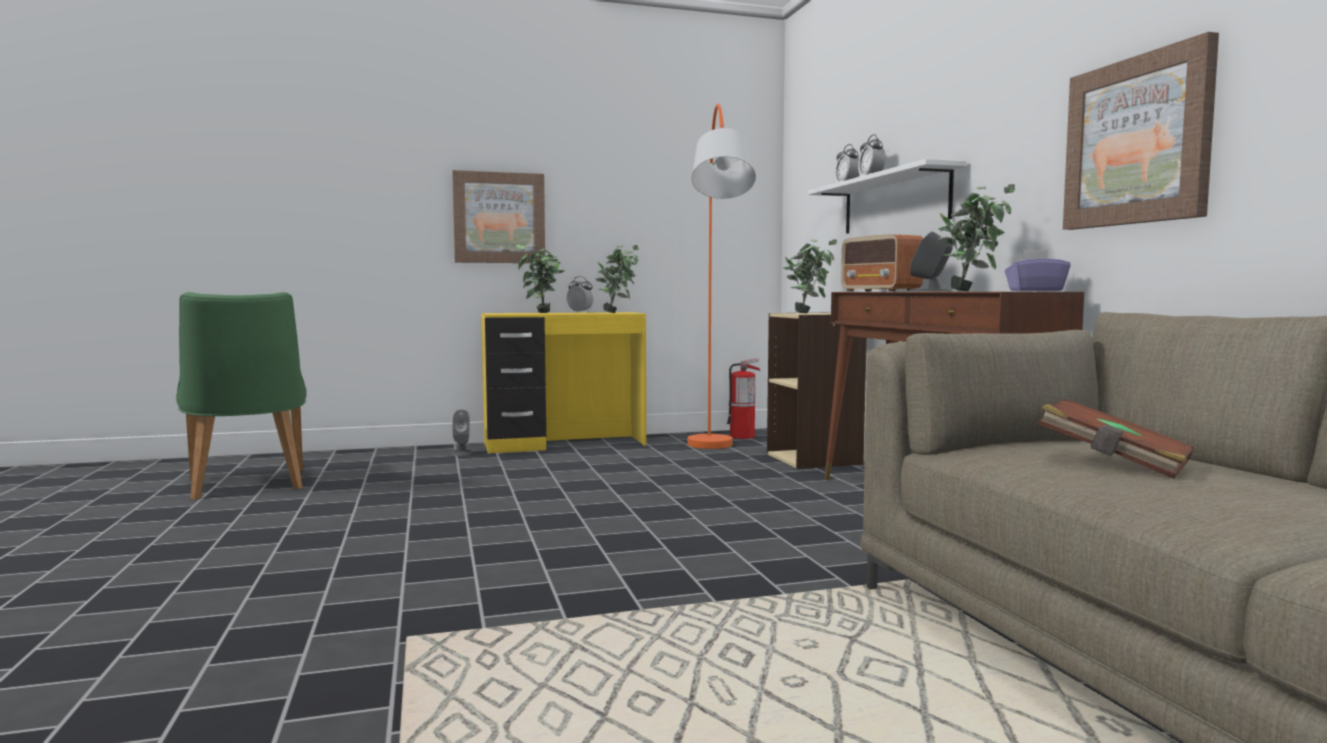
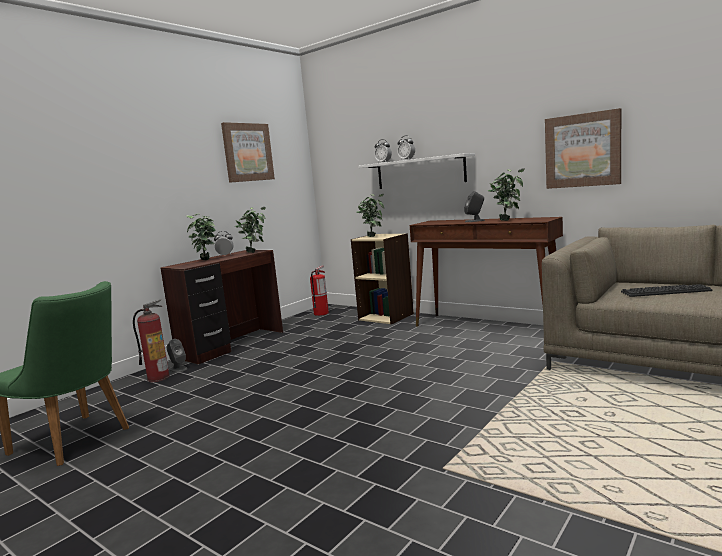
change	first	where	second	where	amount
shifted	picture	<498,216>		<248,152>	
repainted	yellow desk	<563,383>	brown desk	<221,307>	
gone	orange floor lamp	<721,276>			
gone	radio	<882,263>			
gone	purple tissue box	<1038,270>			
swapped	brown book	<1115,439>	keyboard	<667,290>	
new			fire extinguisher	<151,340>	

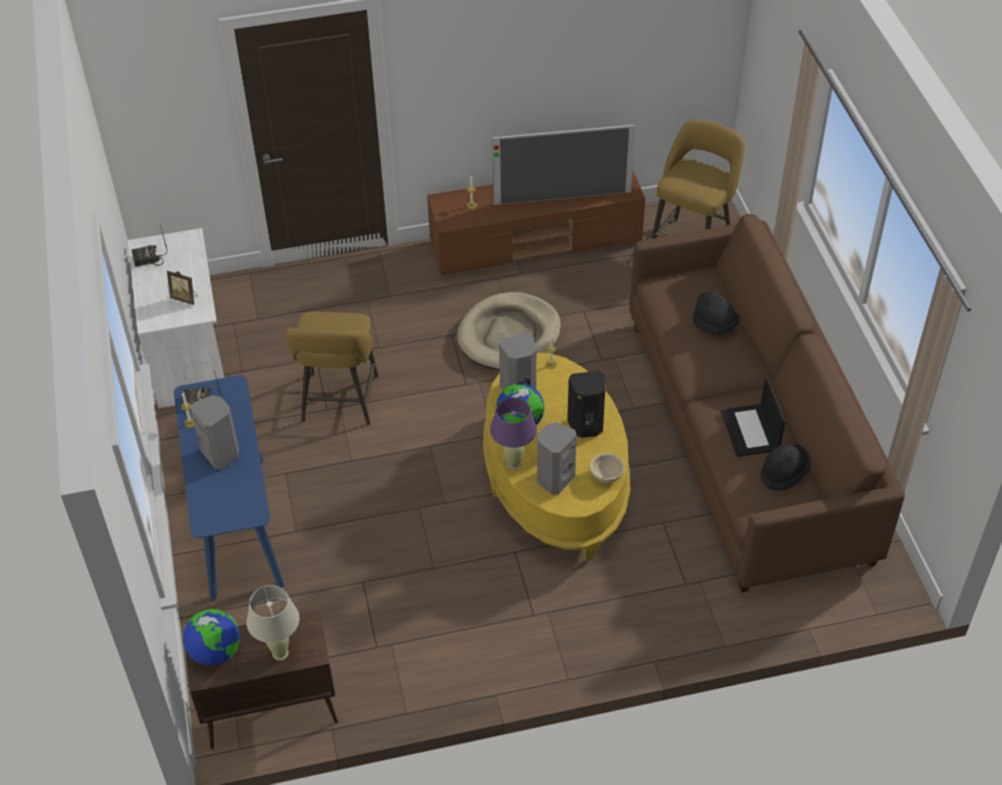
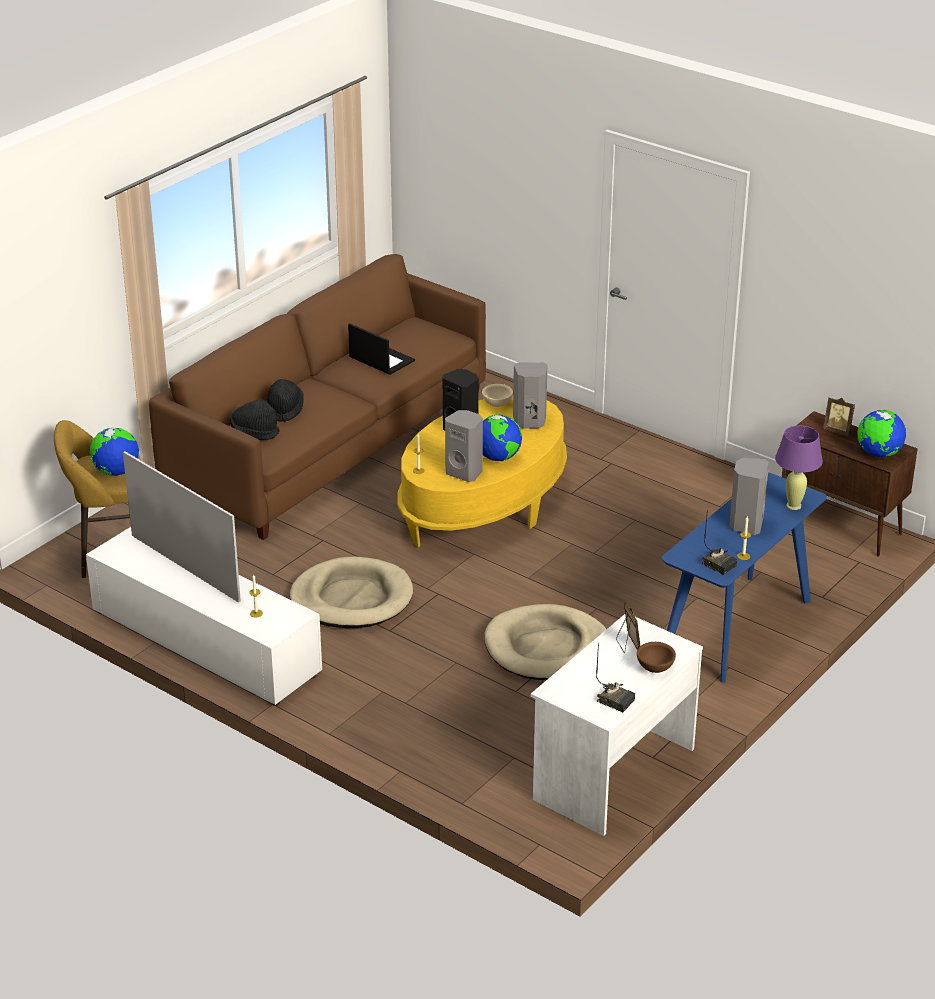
change	first	where	second	where	amount
swapped	beige table lamp	<273,623>	picture frame	<839,417>	
swapped	yellow stool	<331,368>	beige dog bed	<545,642>	
repainted	brown tv stand	<536,223>	white tv stand	<204,616>	
shifted	purple table lamp	<513,433>		<799,467>	
rotated	laptop	<753,417>		<381,349>	90 degrees counterclockwise
shifted	black hat	<786,467>		<254,419>	
new			globe	<114,452>	
new			brown bowl	<656,657>	

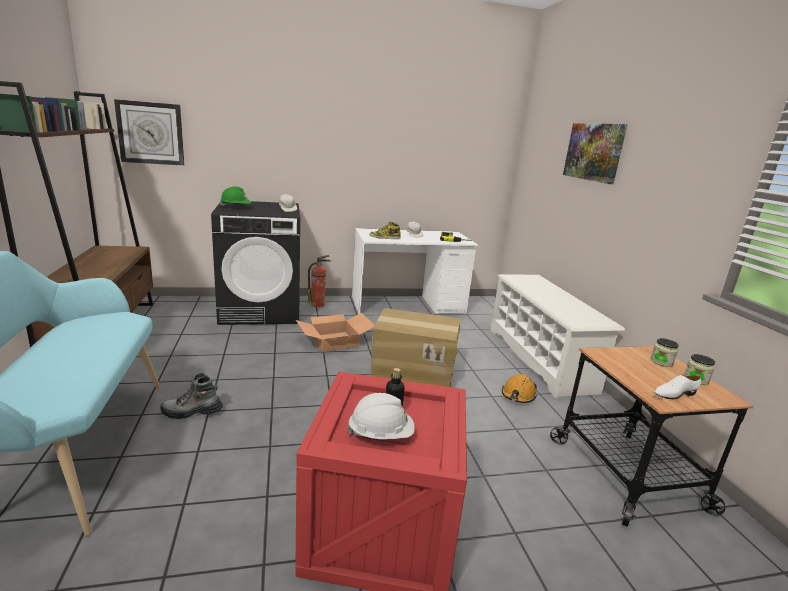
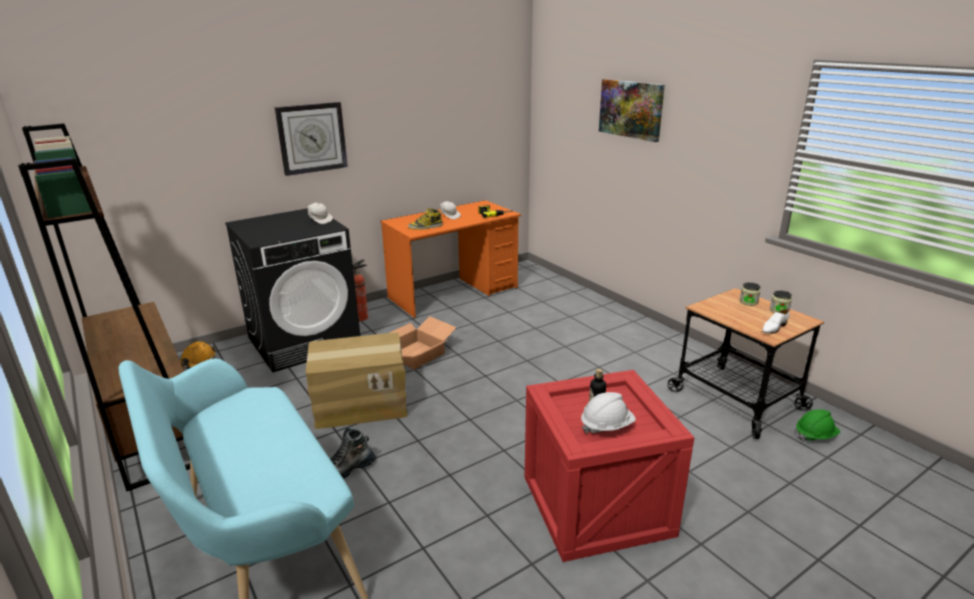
change	first	where	second	where	amount
shifted	wall clock	<149,132>		<311,139>	
shifted	green hard hat	<236,196>		<818,425>	
repainted	white desk	<415,271>	orange desk	<451,259>	
shifted	cardboard box	<415,347>		<357,380>	
gone	white shoe rack	<557,336>			
shifted	orange hard hat	<519,388>		<198,355>	

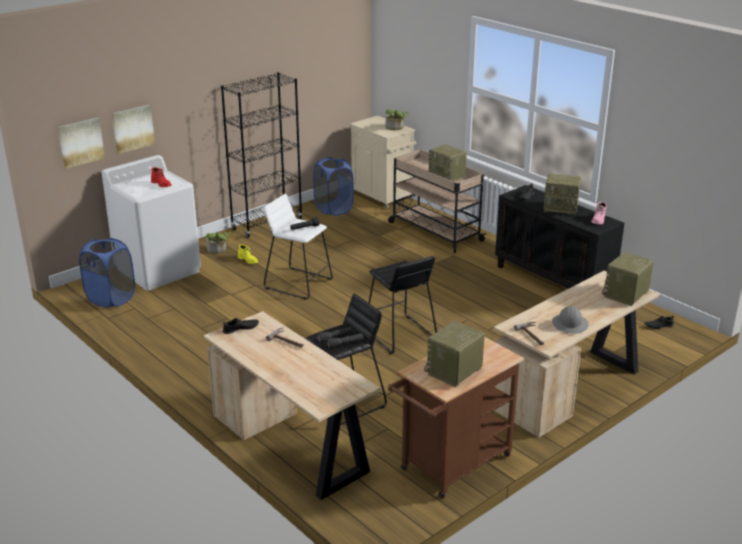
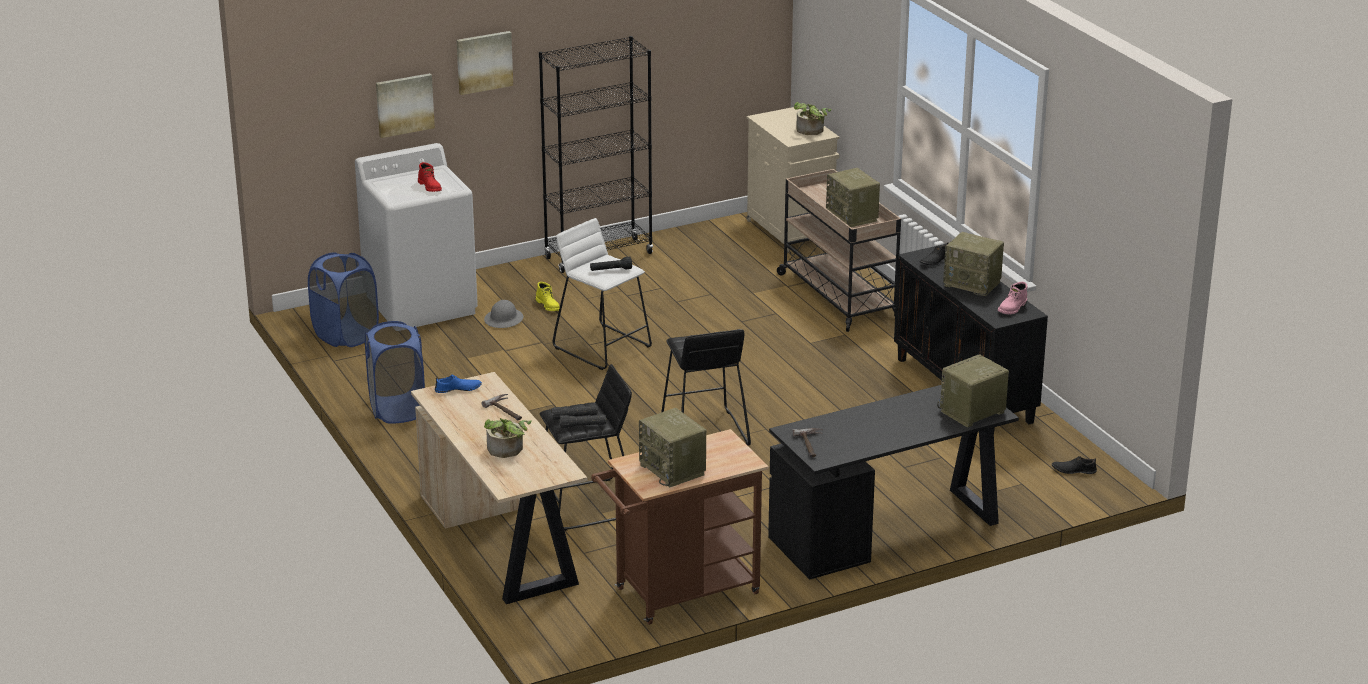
change	first	where	second	where	amount
shifted	picture	<81,143>		<484,63>	
shifted	potted plant	<218,243>		<507,438>	
repainted	black shoe	<241,326>	blue shoe	<458,384>	
shifted	blue laundry basket	<333,186>		<395,372>	
rotated	radio	<454,354>		<672,447>	90 degrees counterclockwise
repainted	beige desk	<576,354>	black desk	<893,482>	
shifted	grey hard hat	<570,320>		<504,314>	

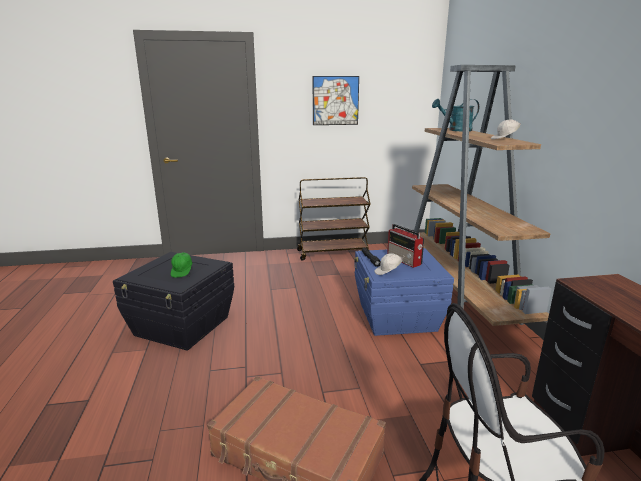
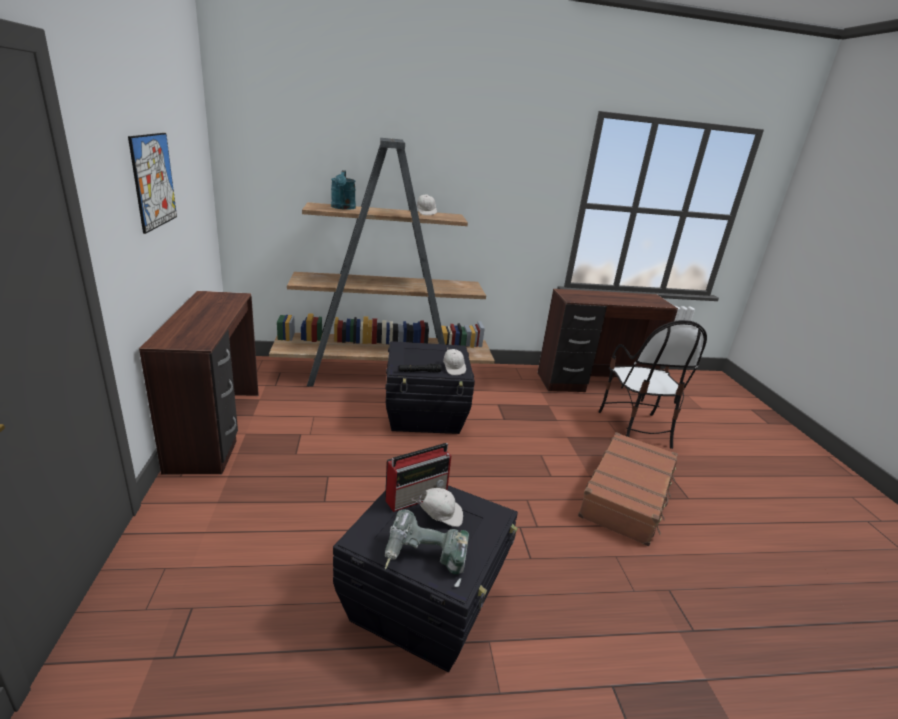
change	first	where	second	where	amount
repainted	green cap	<182,264>	white cap	<437,507>	
swapped	brown cart	<334,219>	brown desk	<199,383>	
repainted	blue storage box	<404,292>	black storage box	<430,387>	
shifted	radio	<405,246>		<418,477>	
new			power drill	<427,548>	

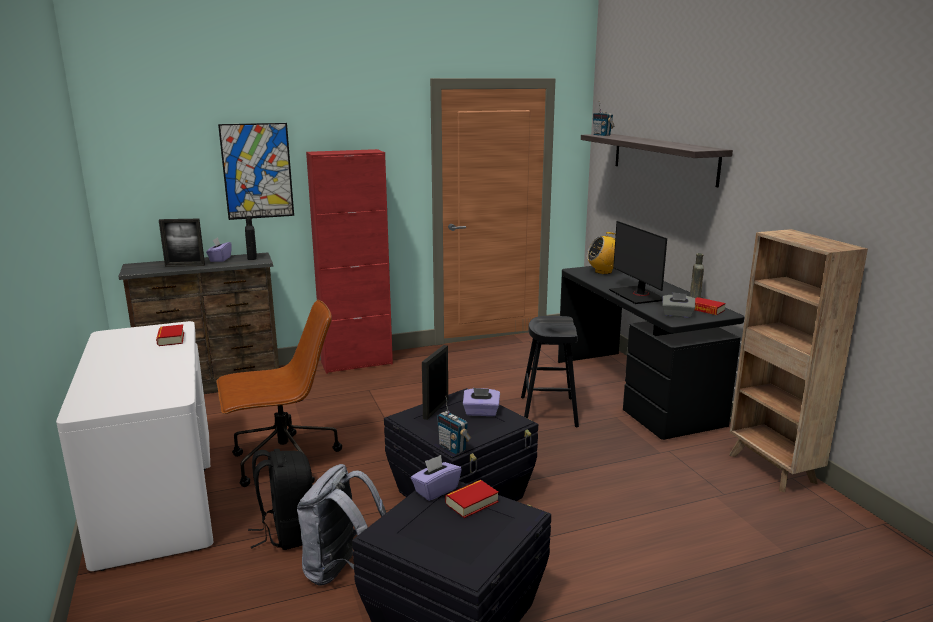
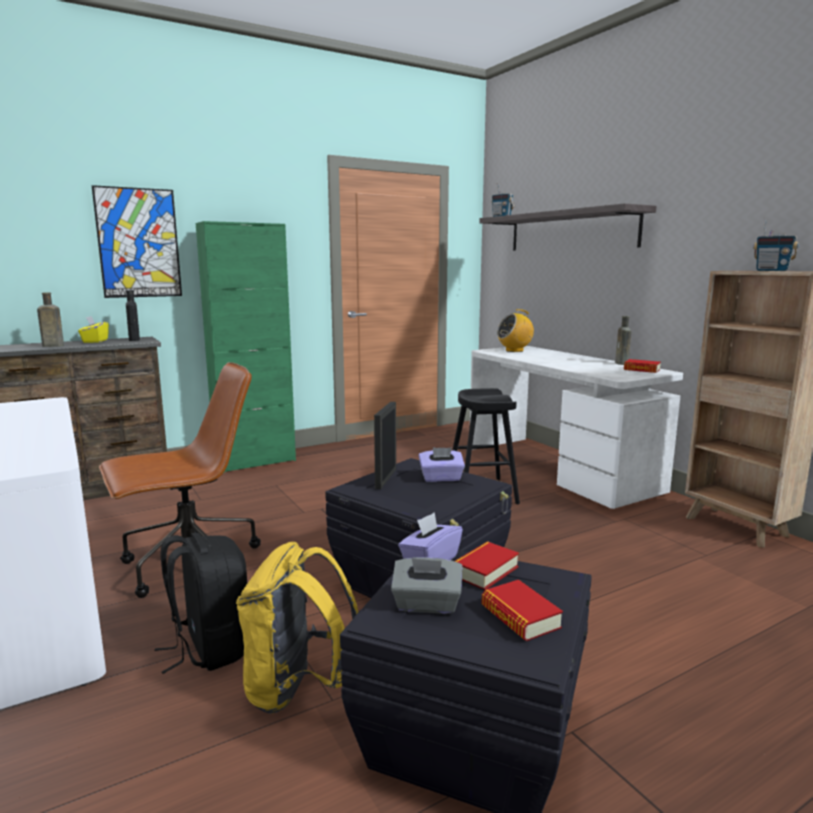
change	first	where	second	where	amount
shifted	book	<170,335>		<522,610>	
swapped	picture frame	<182,243>	brown bottle	<50,319>	
repainted	purple tissue box	<219,249>	yellow tissue box	<93,329>	
repainted	grey backpack	<341,524>	yellow backpack	<297,628>	
repainted	red cabinet	<349,261>	green cabinet	<246,346>	
shifted	radio	<454,425>		<776,244>	
repainted	black desk	<651,353>	white desk	<576,427>	
gone	monitor	<638,262>			
shifted	grey tissue box	<678,305>		<426,585>	

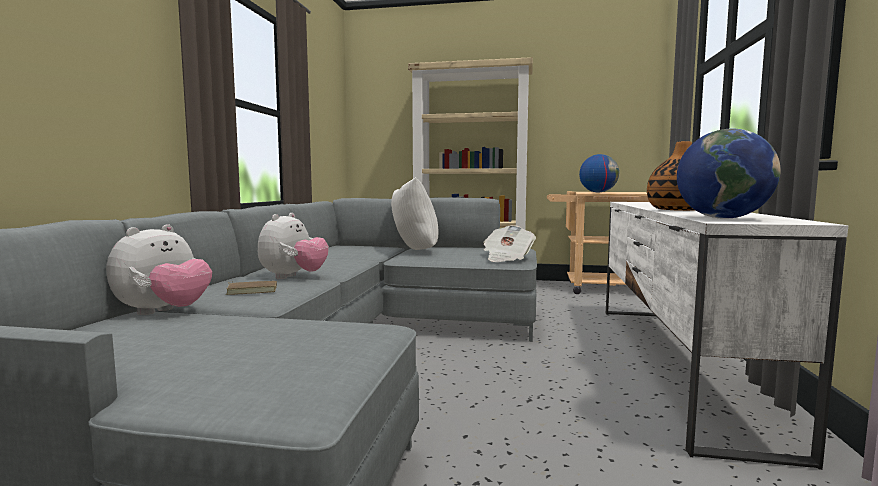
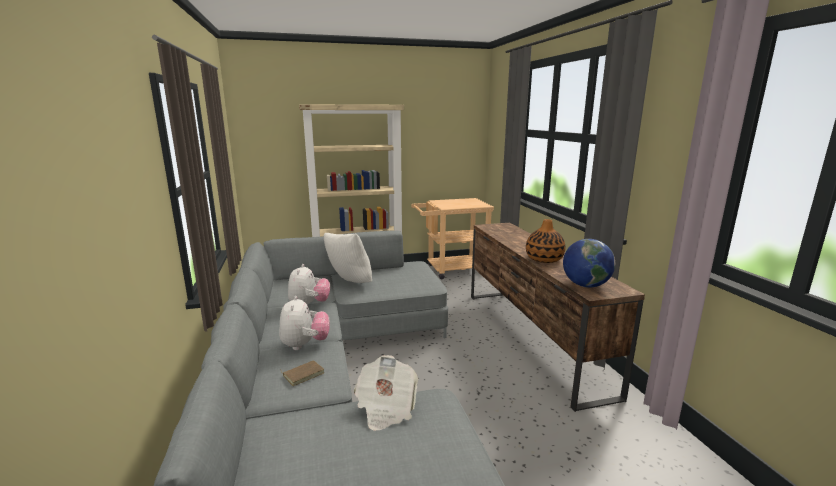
change	first	where	second	where	amount
shifted	plush toy	<159,269>		<309,284>	
shifted	newspaper	<509,243>		<386,393>	
gone	globe	<599,173>			
repainted	white tv stand	<727,336>	brown tv stand	<558,317>	

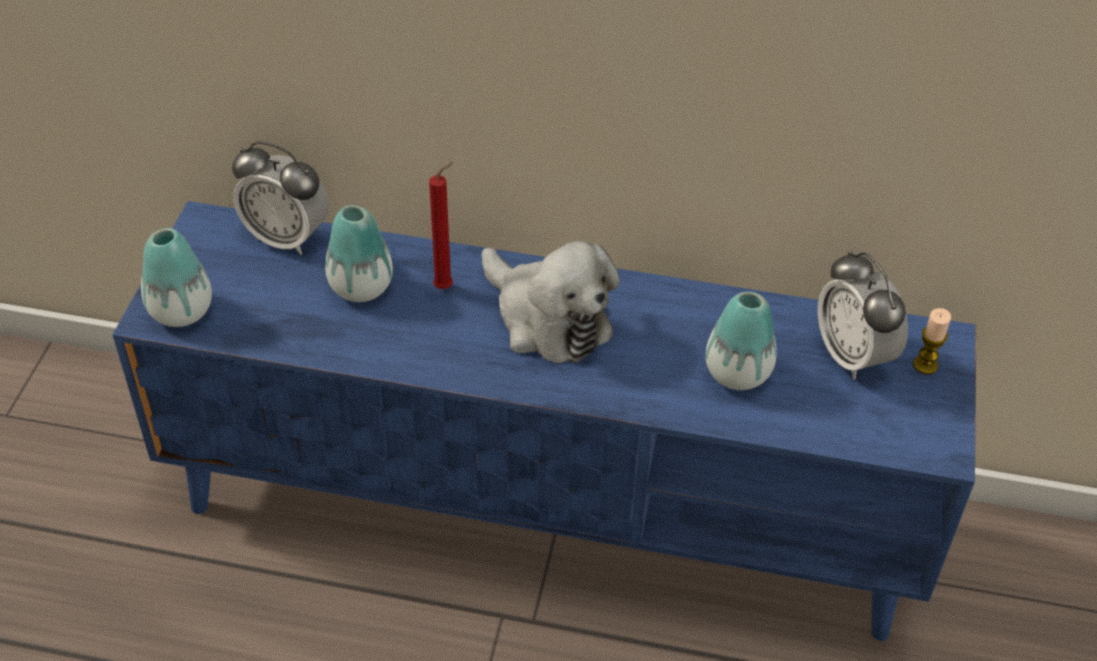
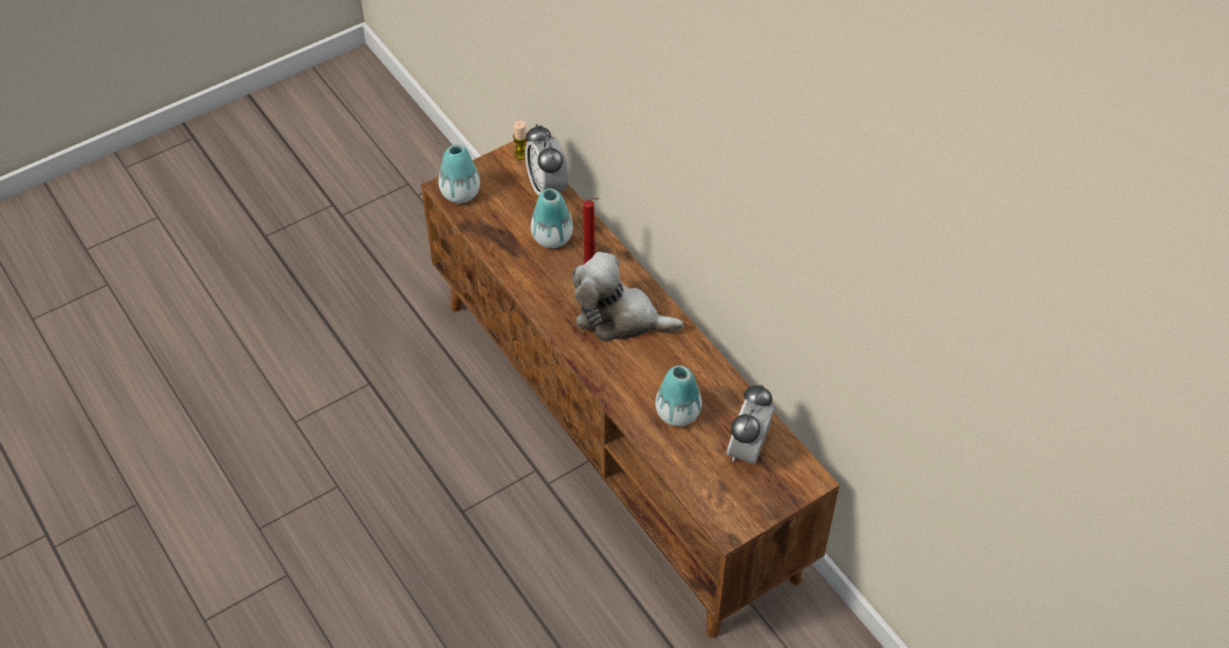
change	first	where	second	where	amount
repainted	blue tv stand	<544,421>	brown tv stand	<630,389>	
rotated	plush toy	<550,302>		<628,297>	105 degrees clockwise
shifted	candle	<932,341>		<520,140>	

